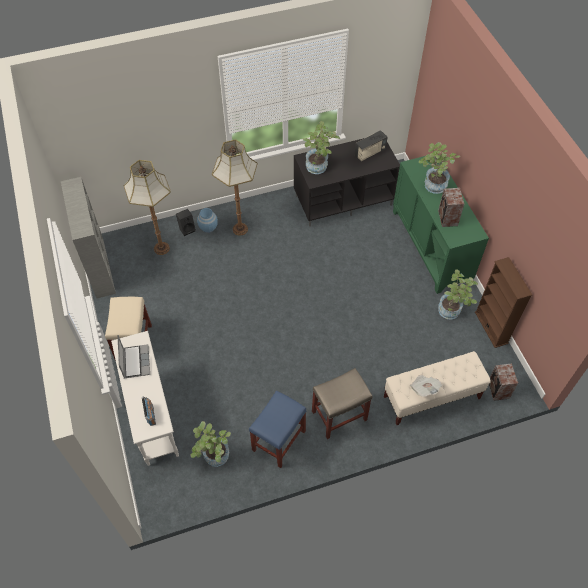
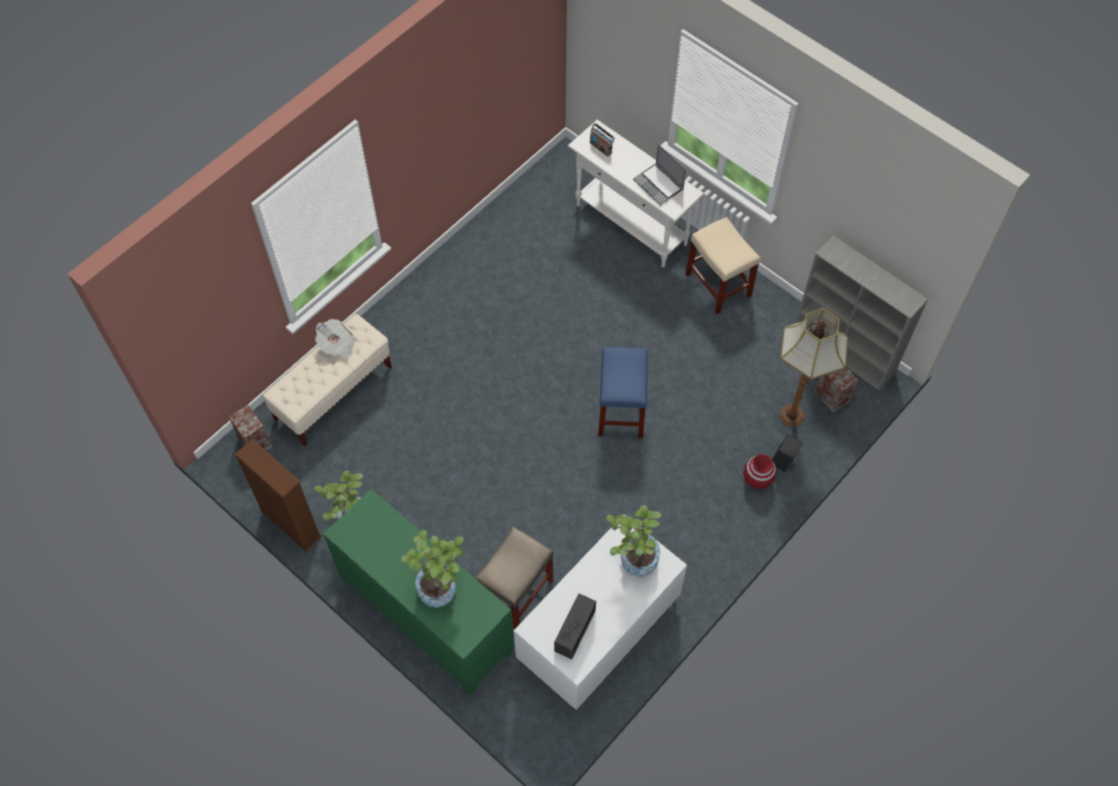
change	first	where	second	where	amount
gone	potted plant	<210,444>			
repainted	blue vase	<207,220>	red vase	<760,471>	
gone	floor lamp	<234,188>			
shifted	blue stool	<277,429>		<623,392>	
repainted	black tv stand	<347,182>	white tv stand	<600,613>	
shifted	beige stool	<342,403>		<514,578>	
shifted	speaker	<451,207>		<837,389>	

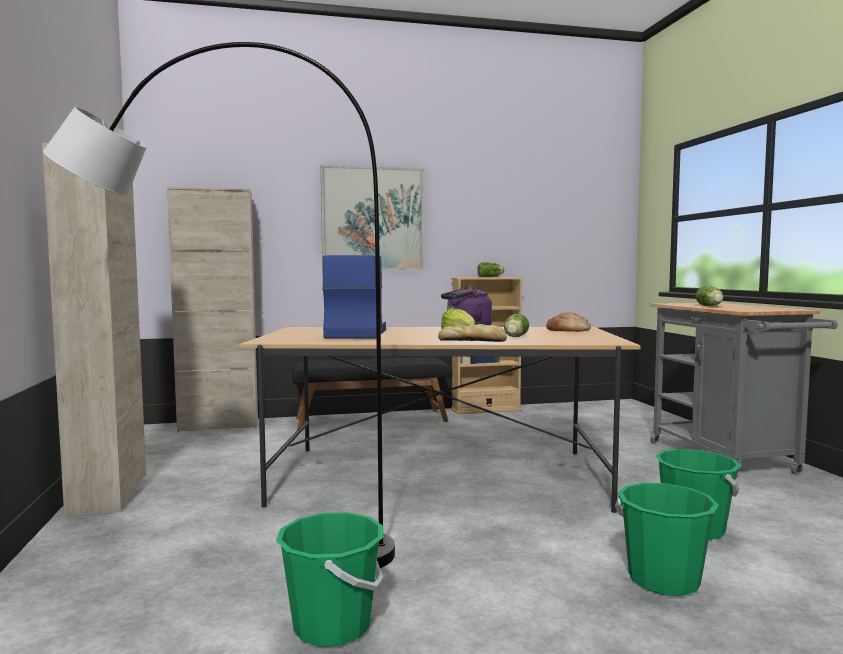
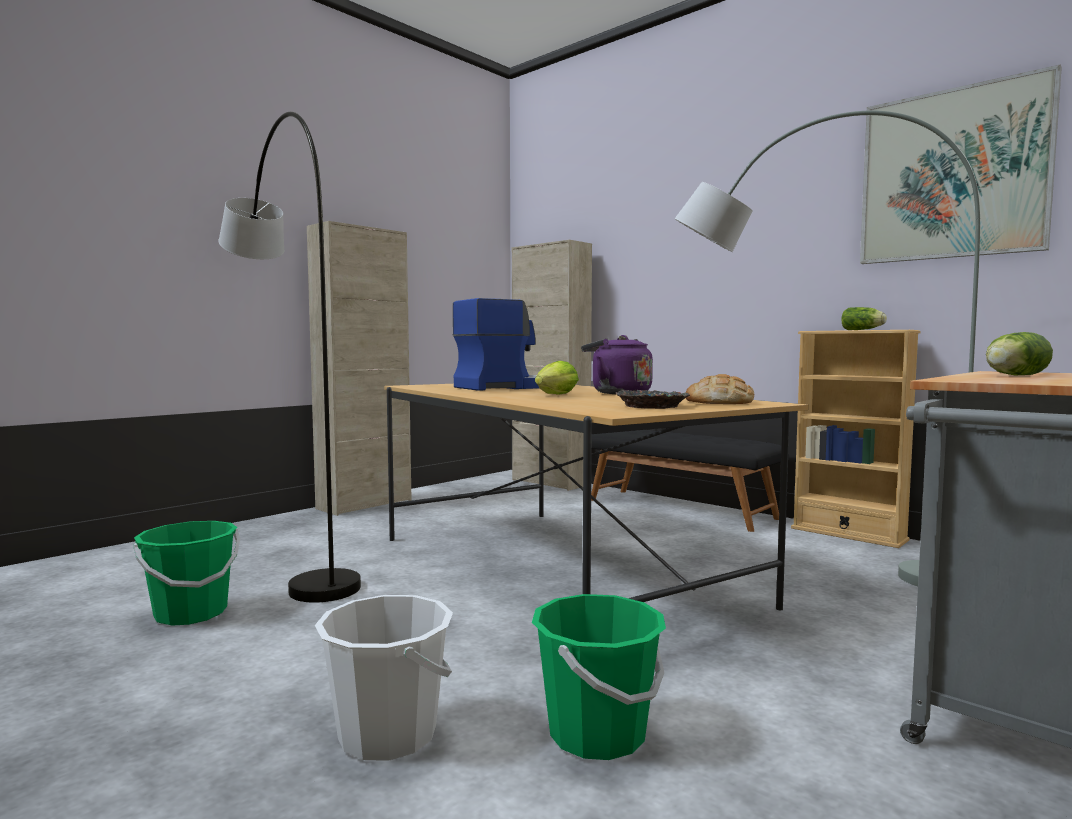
change	first	where	second	where	amount
shifted	picture	<372,217>		<961,164>	
gone	bread	<472,333>			
gone	lettuce	<516,325>			
repainted	green bucket	<667,539>	white bucket	<384,678>	
new			bowl	<653,399>	
new			grey floor lamp	<827,348>	

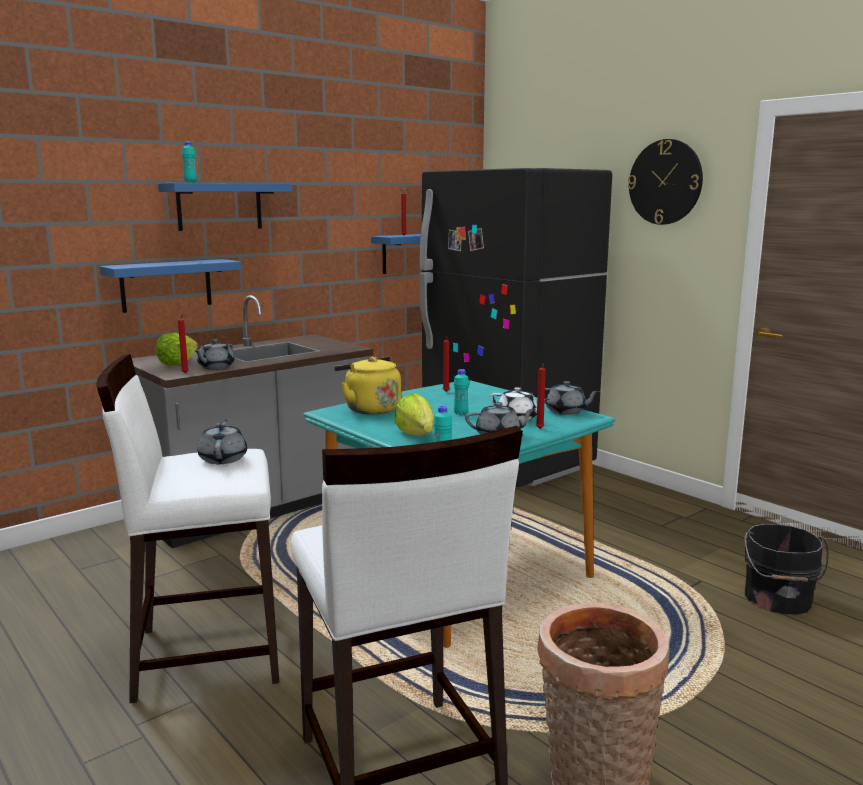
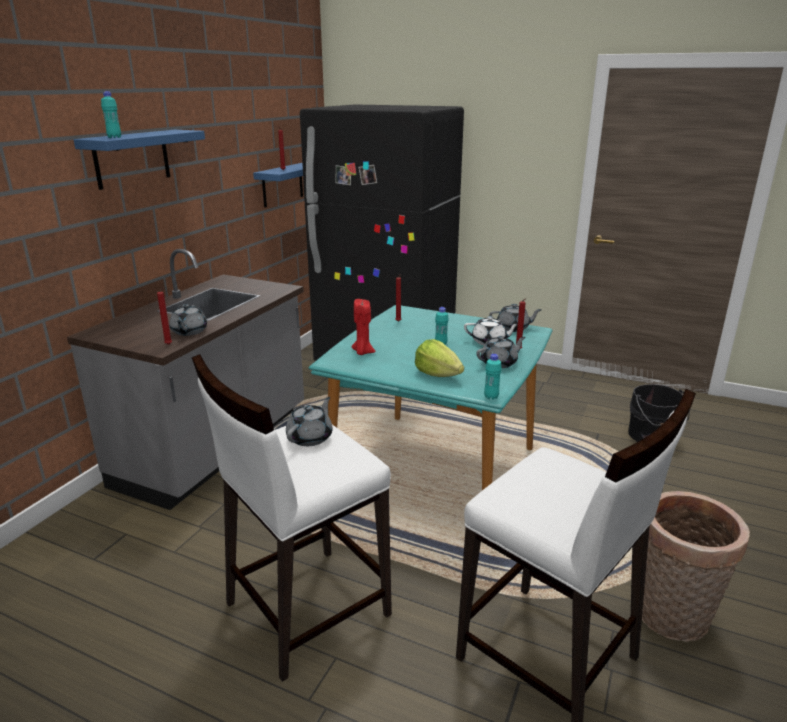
change	first	where	second	where	amount
gone	blue shelf	<170,286>			
gone	lettuce	<176,349>			
rotated	grey teapot	<222,442>		<309,421>	60 degrees clockwise
swapped	yellow kettle	<367,386>	red candle	<364,327>	
gone	wall clock	<665,182>			

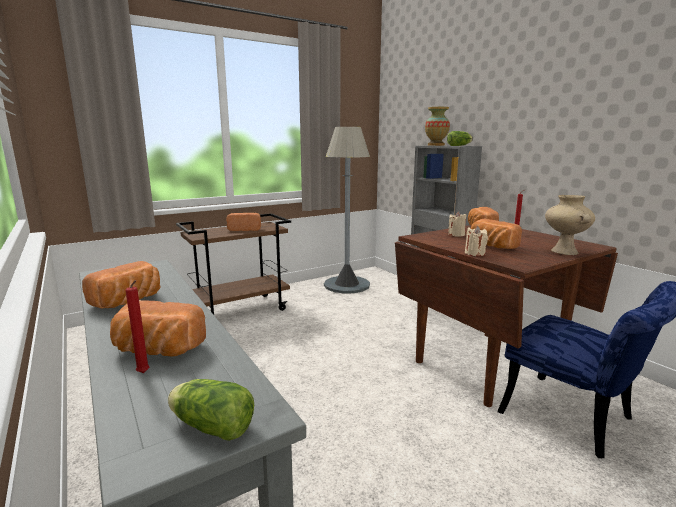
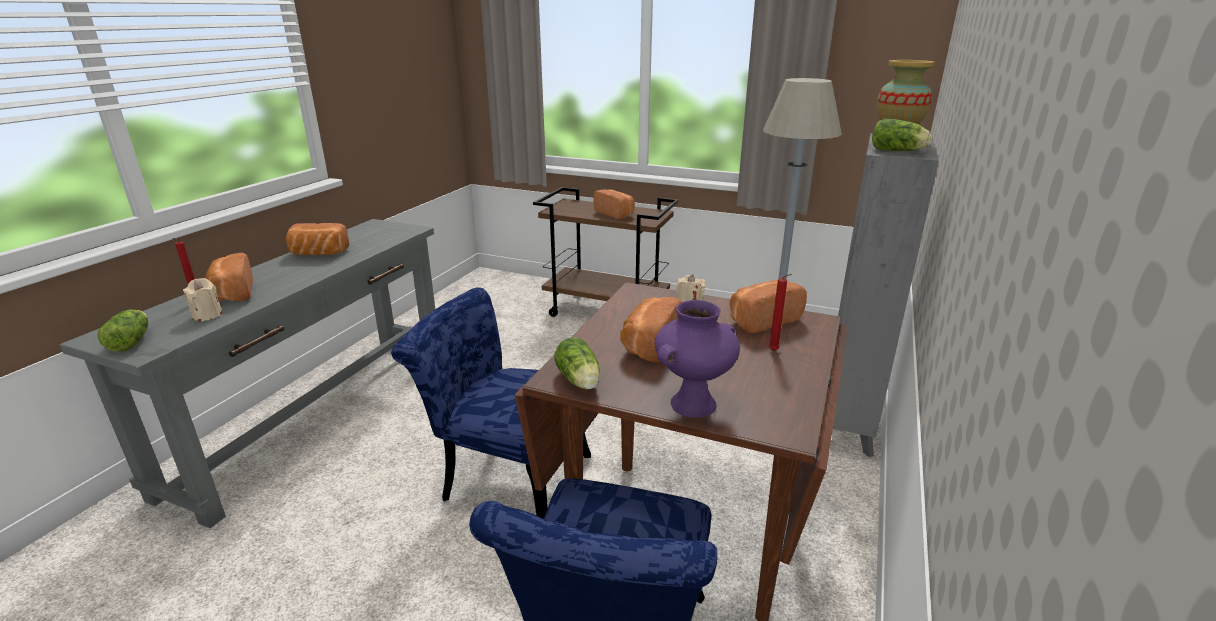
change	first	where	second	where	amount
shifted	beige candle	<476,241>		<202,299>	
repainted	beige vase	<570,225>	purple vase	<697,359>	
new			blue chair	<491,403>	
new			lettuce	<577,363>	

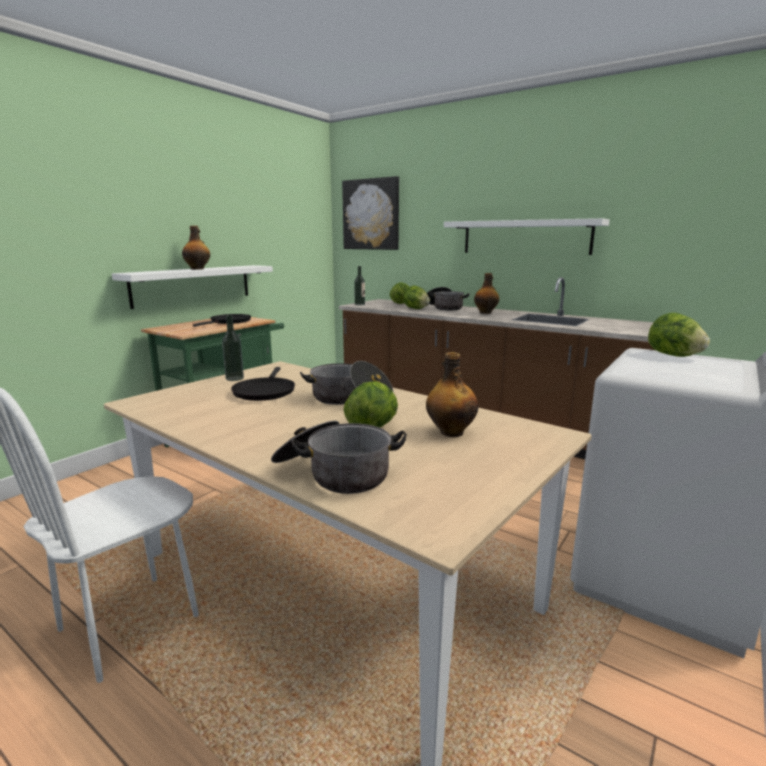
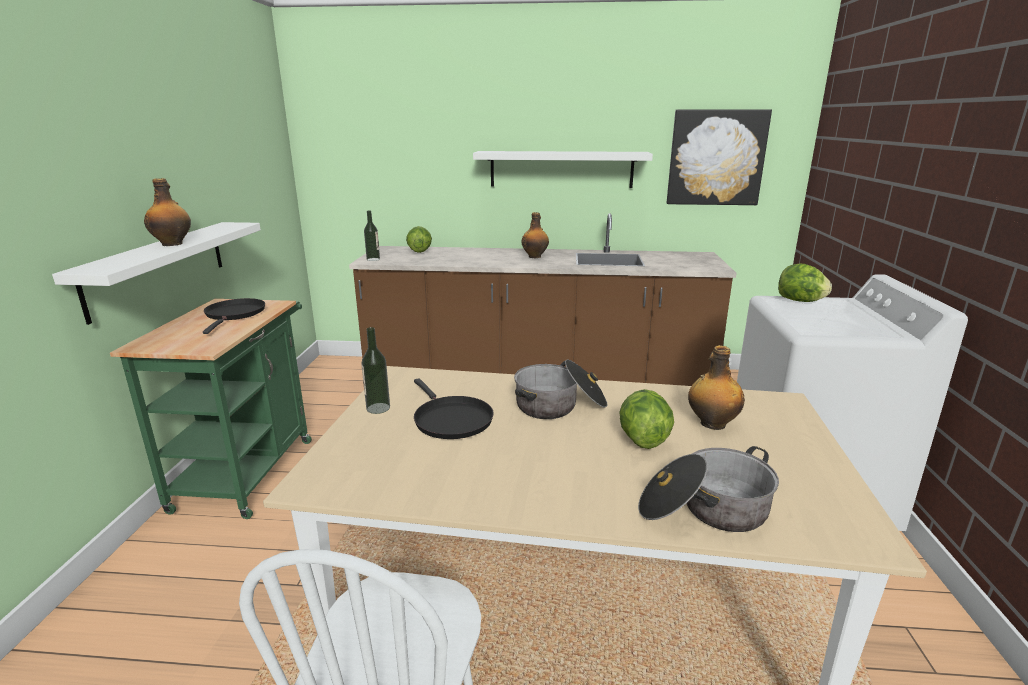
change	first	where	second	where	amount
shifted	picture	<370,213>		<719,157>	
gone	lettuce	<416,297>			
gone	cooking pot	<448,298>			

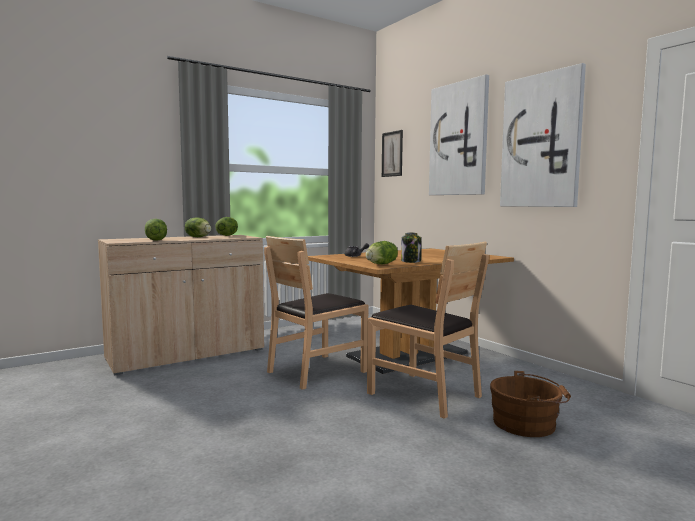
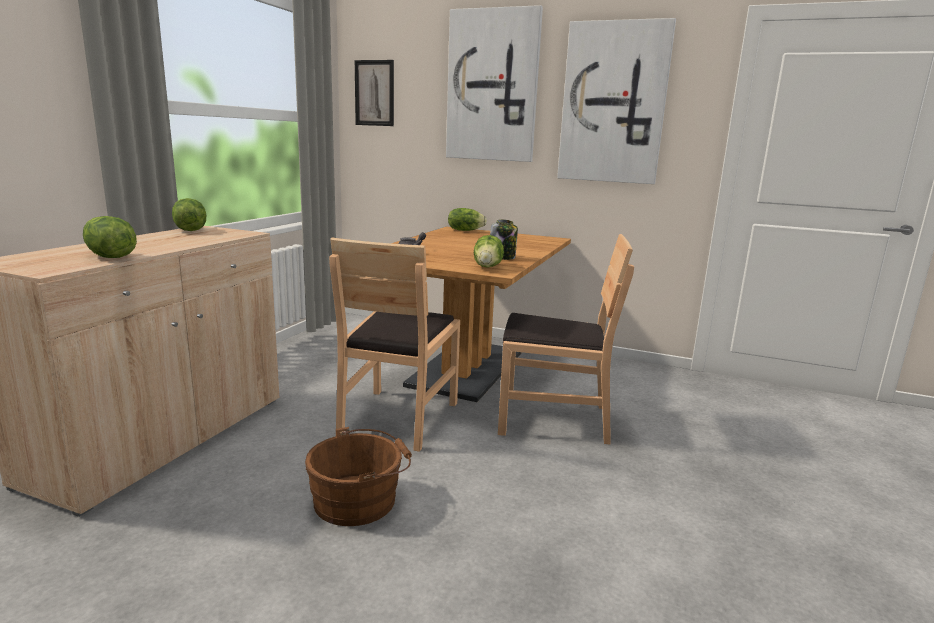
change	first	where	second	where	amount
shifted	lettuce	<198,227>		<467,219>	
shifted	brown bucket	<530,404>		<358,476>	

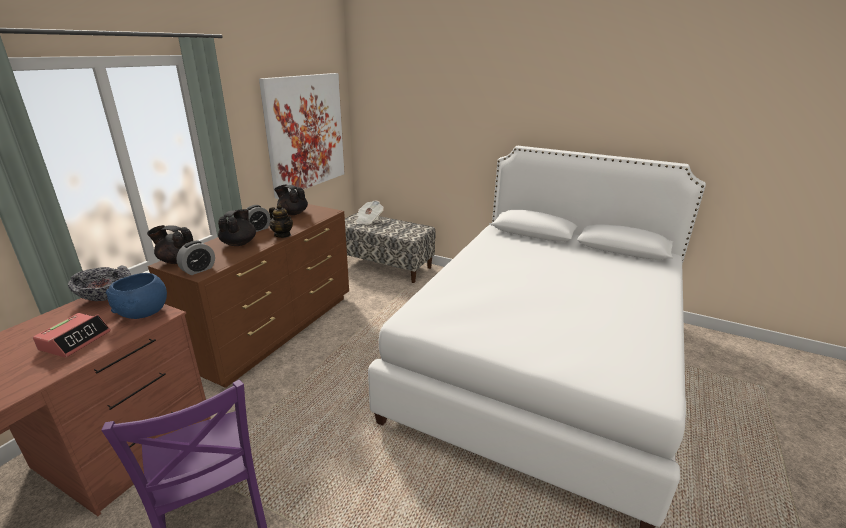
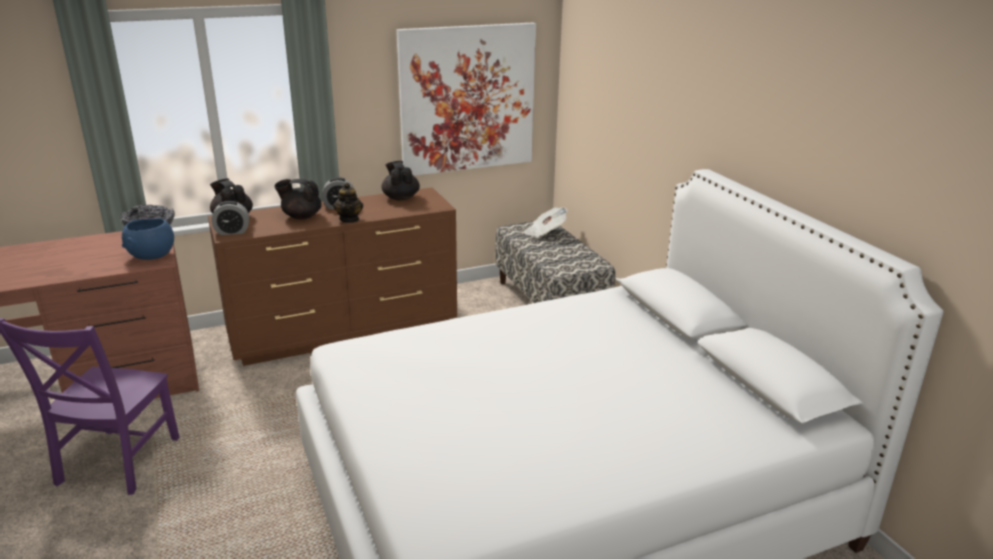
change	first	where	second	where	amount
gone	alarm clock	<72,335>			
rotated	black teapot	<237,227>		<298,199>	135 degrees counterclockwise

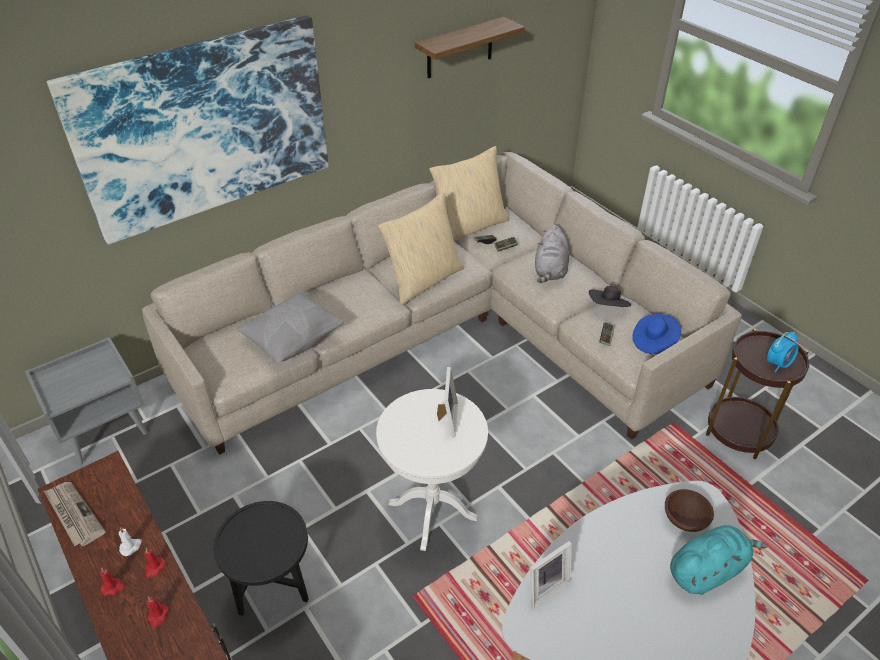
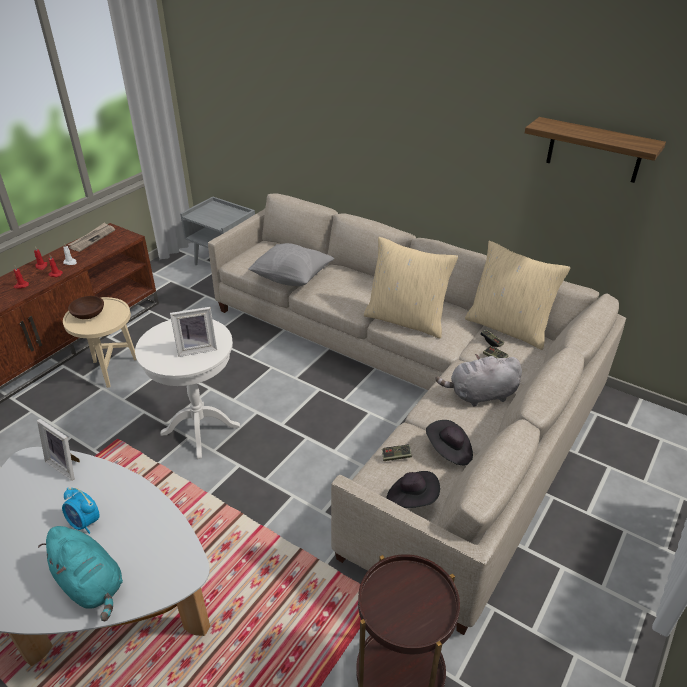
change	first	where	second	where	amount
gone	picture	<188,129>			
repainted	black side table	<261,558>	beige side table	<100,342>	
repainted	blue hat	<656,334>	black hat	<413,489>	
shifted	brown bowl	<689,510>		<86,307>	
shifted	alarm clock	<783,352>		<81,510>	

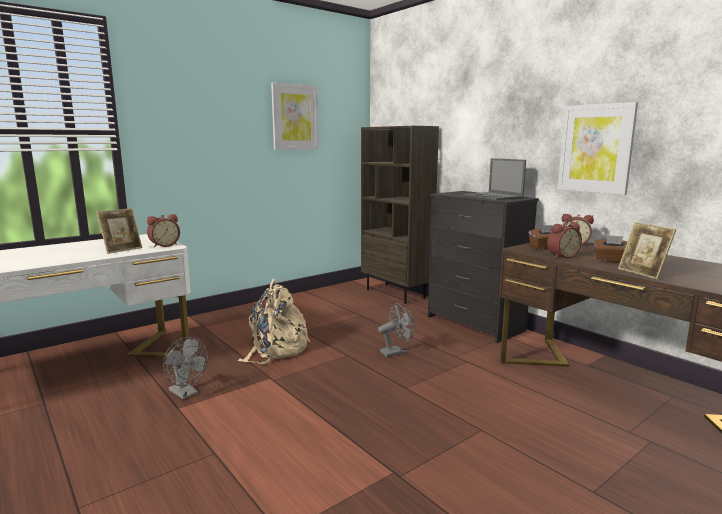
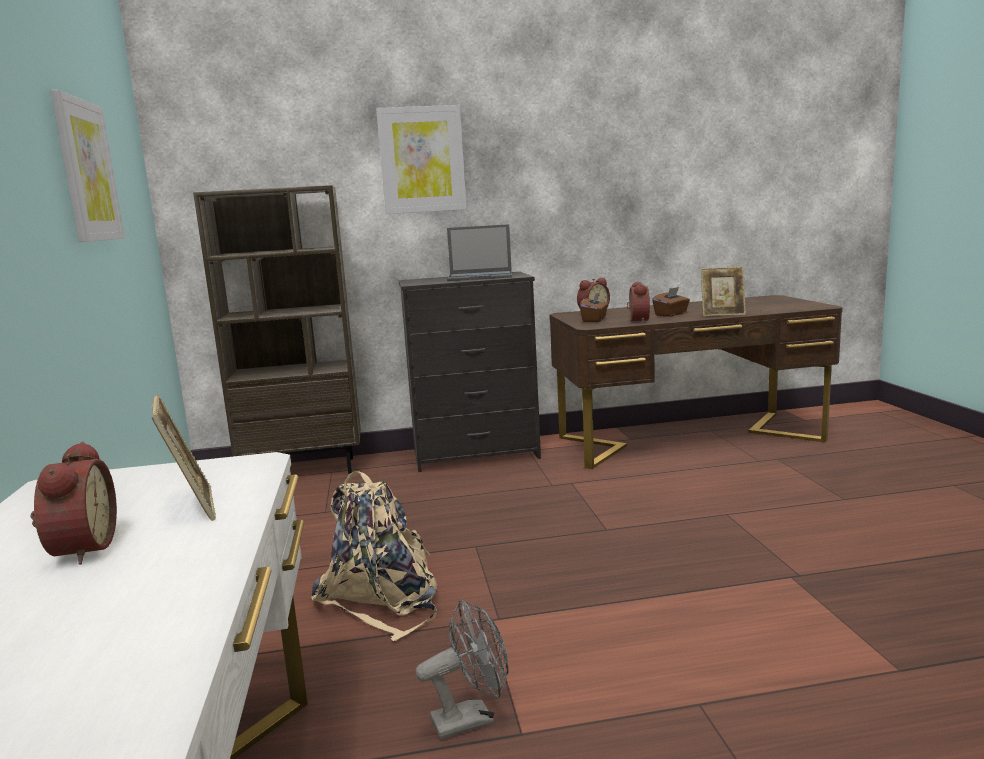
change	first	where	second	where	amount
shifted	alarm clock	<163,231>		<73,503>	
gone	grey fan	<396,330>			
shifted	picture	<598,148>		<421,159>	

